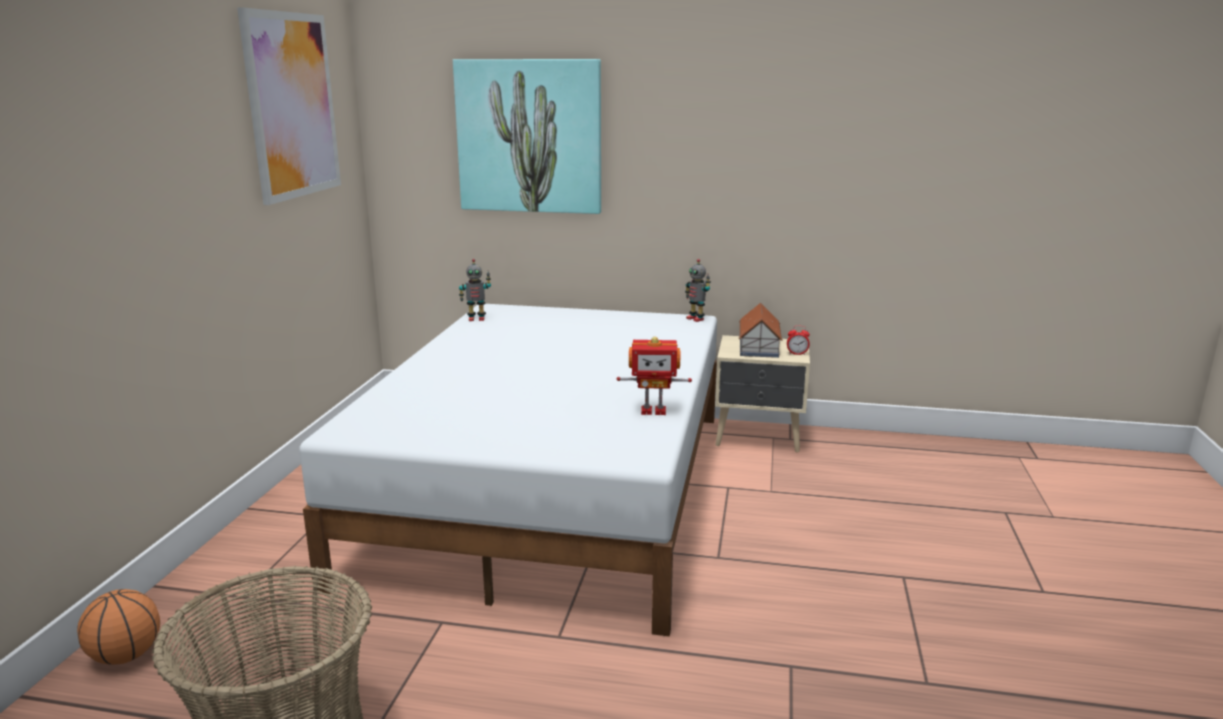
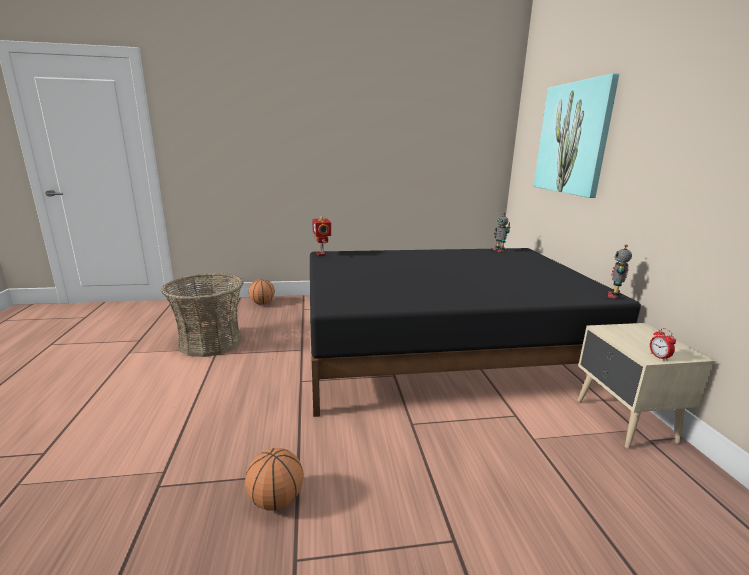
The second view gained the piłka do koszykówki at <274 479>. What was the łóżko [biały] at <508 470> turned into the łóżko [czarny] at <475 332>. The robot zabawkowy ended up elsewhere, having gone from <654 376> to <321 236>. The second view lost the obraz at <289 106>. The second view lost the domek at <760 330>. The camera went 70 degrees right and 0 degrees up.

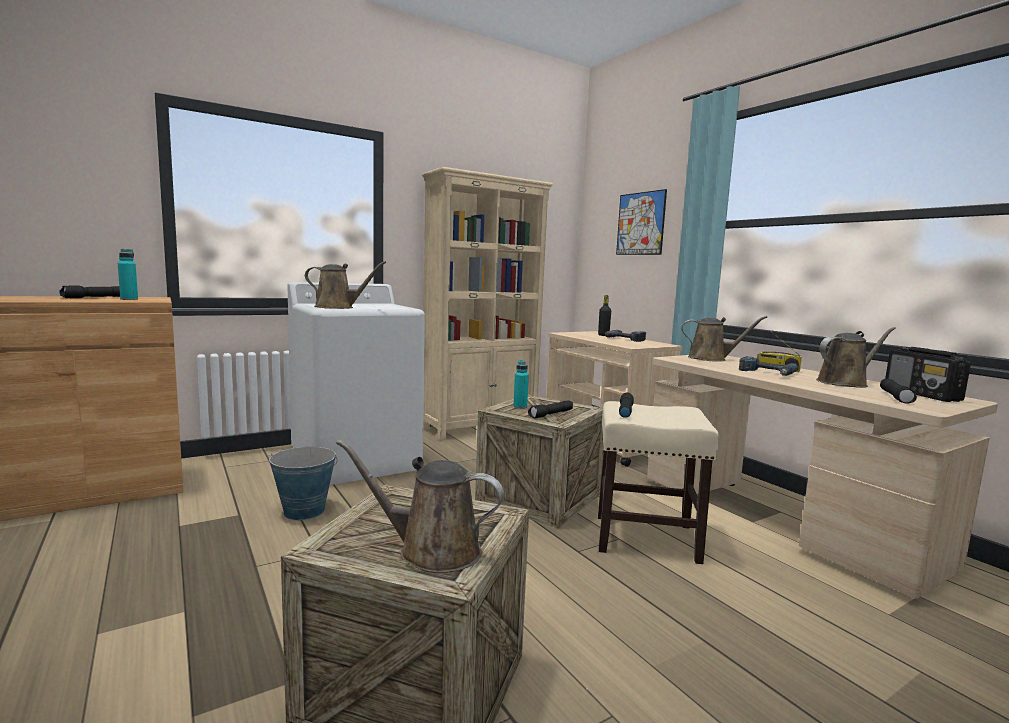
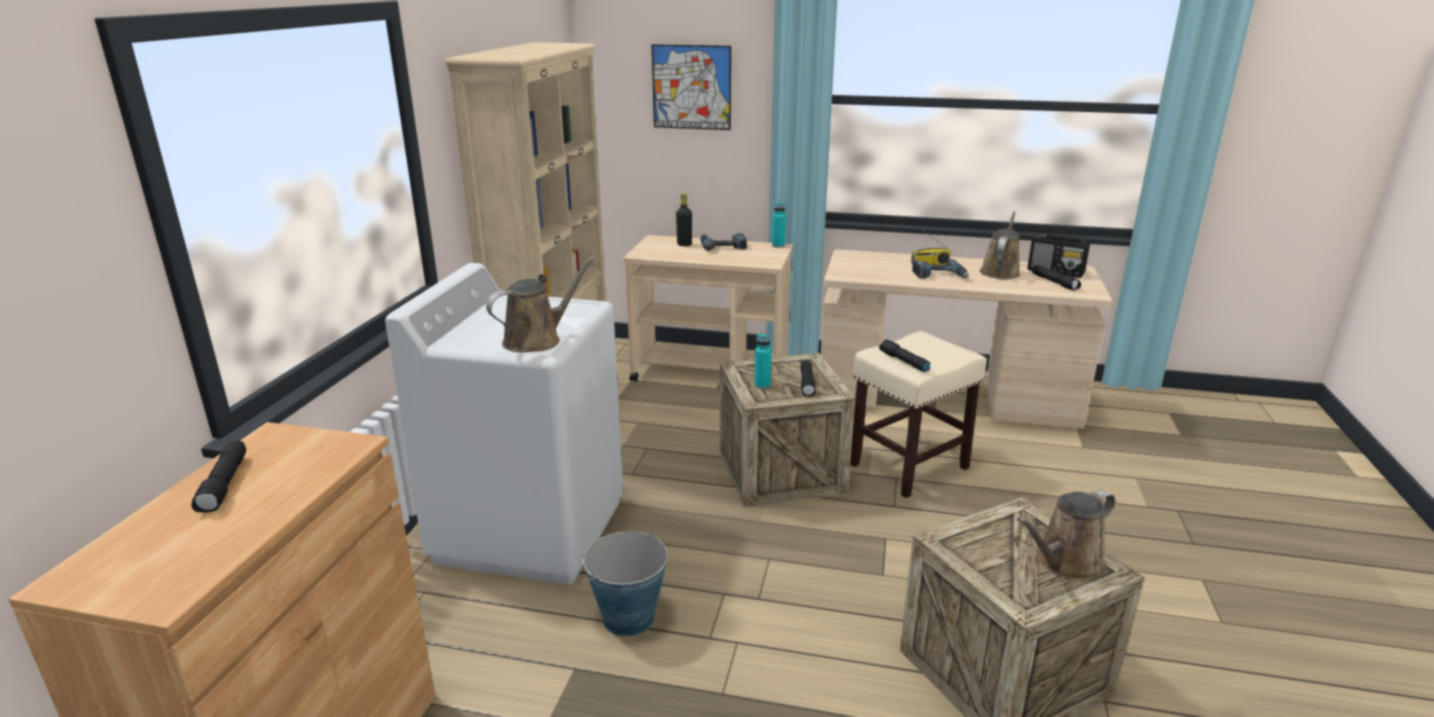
The butelka [turkusowy] ended up elsewhere, having gone from <128 274> to <779 225>. The second view lost the konewka [brązowy] at <724 339>. The camera went 45 degrees left and 15 degrees up.

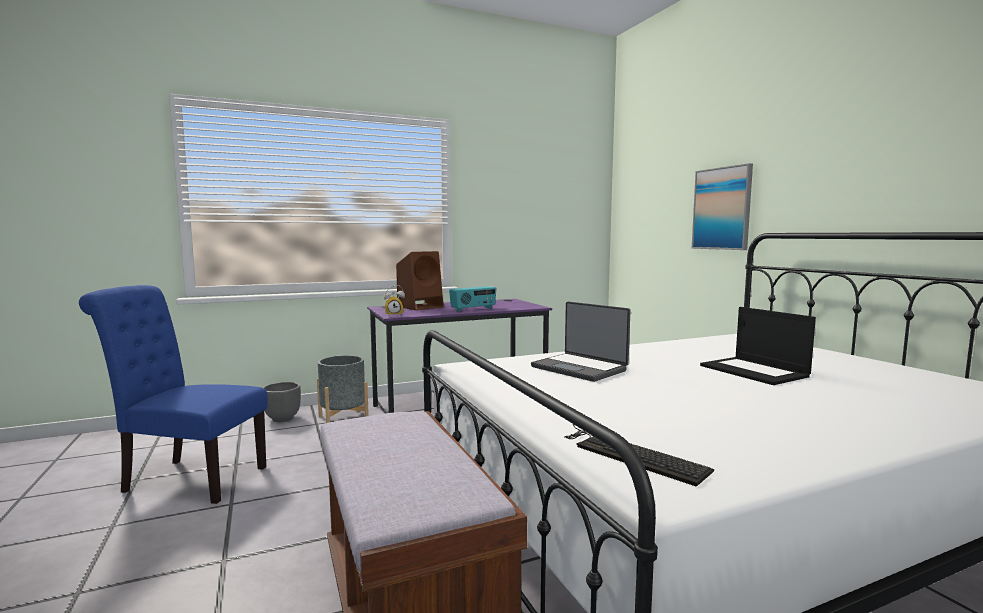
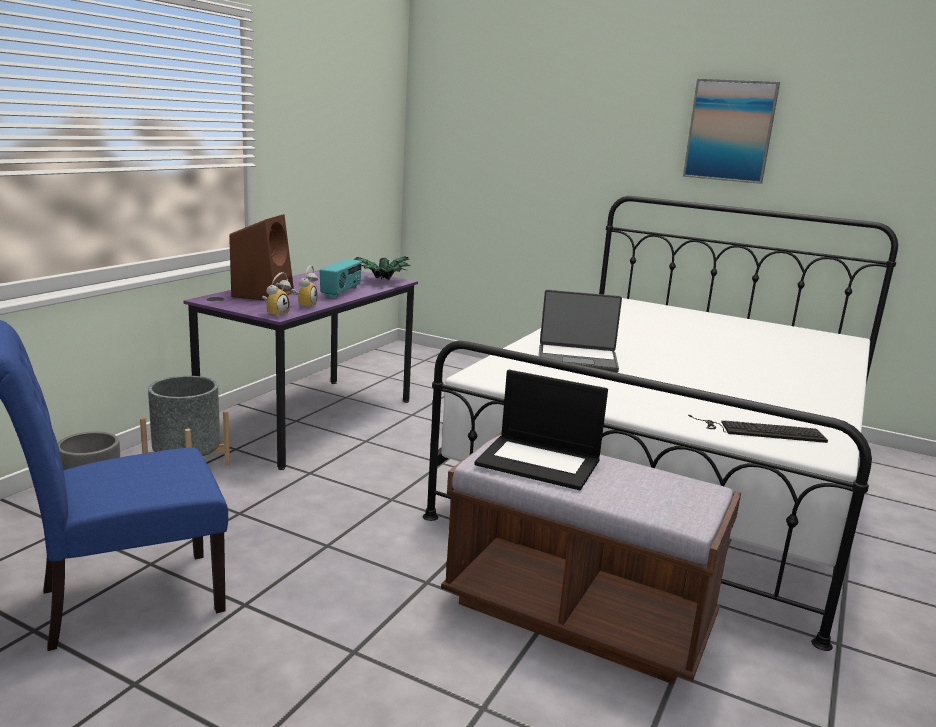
The second view gained the budzik at <304 287>. The second view gained the roślina doniczkowa at <381 268>. The laptop ended up elsewhere, having gone from <758 346> to <541 430>. The obraz ended up elsewhere, having gone from <722 206> to <731 131>. The camera went 40 degrees left and 10 degrees up.

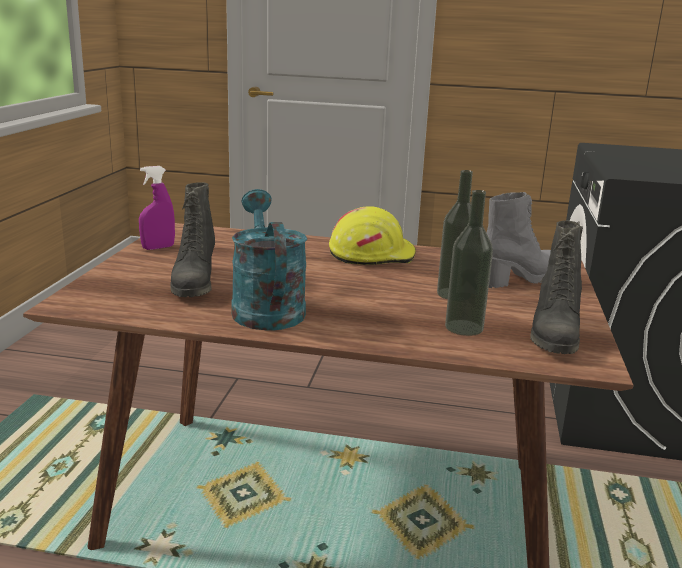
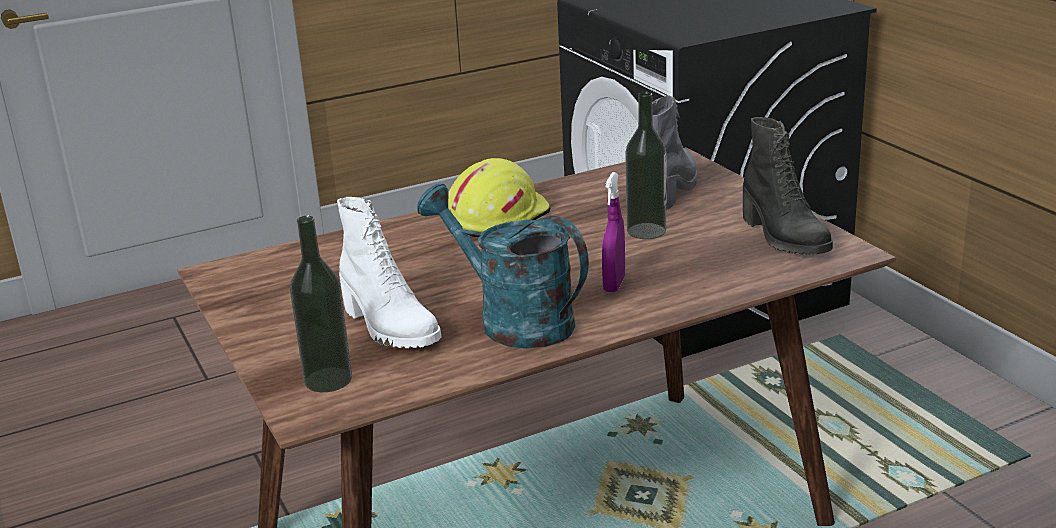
The butelka ended up elsewhere, having gone from <469 263> to <321 304>. What was the but z cholewką [czarny] at <192 239> turned into the but z cholewką [biały] at <389 272>. The spryskiwacz [fioletowy] ended up elsewhere, having gone from <157 208> to <613 232>. The camera went 35 degrees left and 5 degrees up.

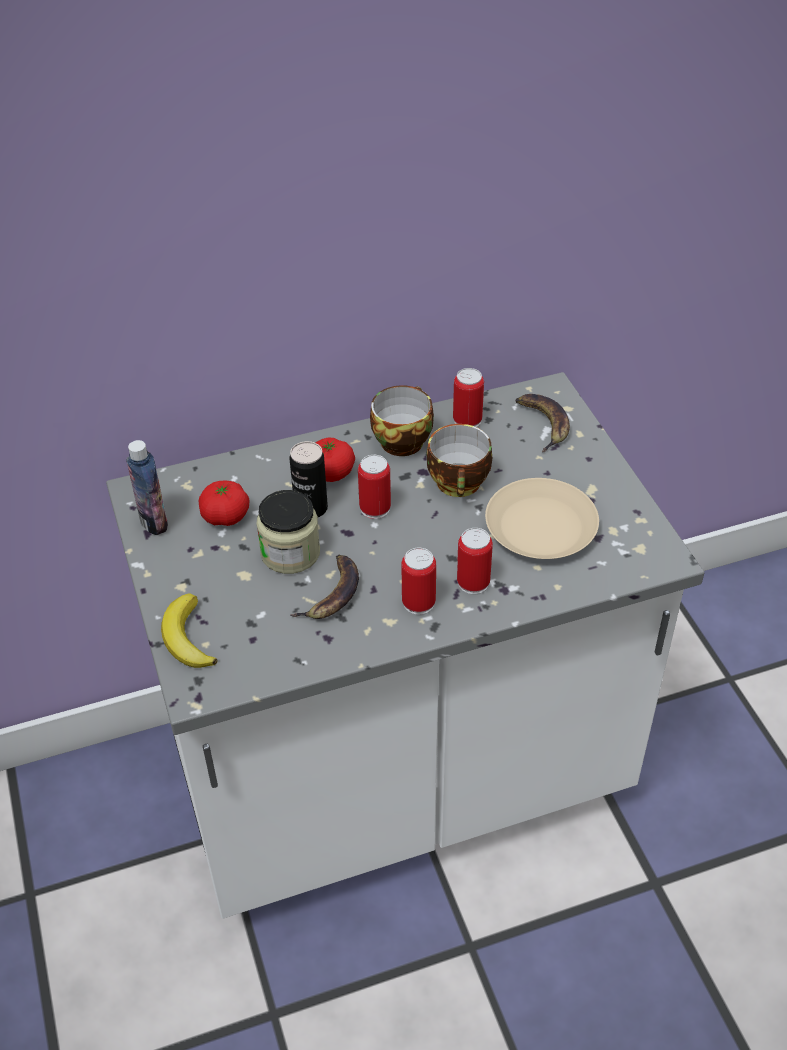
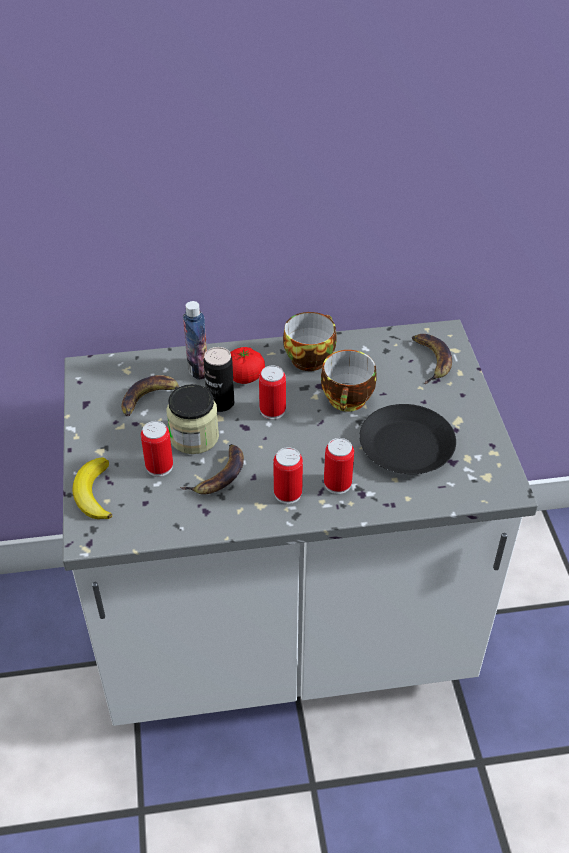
Where the pomidor stood at <224 503>, the banan came to stand at <150 395>. The puszka ended up elsewhere, having gone from <468 397> to <157 449>. The butelka ended up elsewhere, having gone from <147 487> to <195 340>. What was the talerz [beżowy] at <542 518> turned into the talerz [czarny] at <407 439>. The camera went 10 degrees right and 0 degrees up.

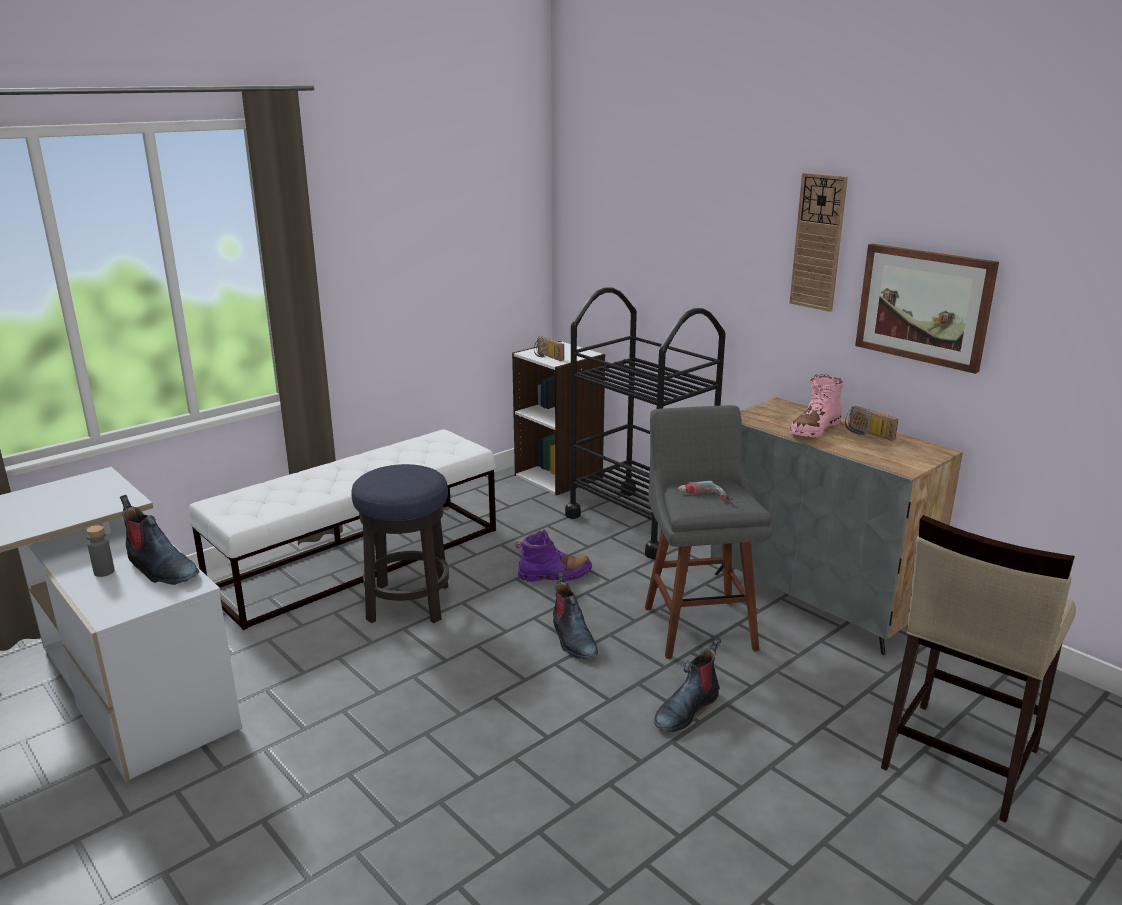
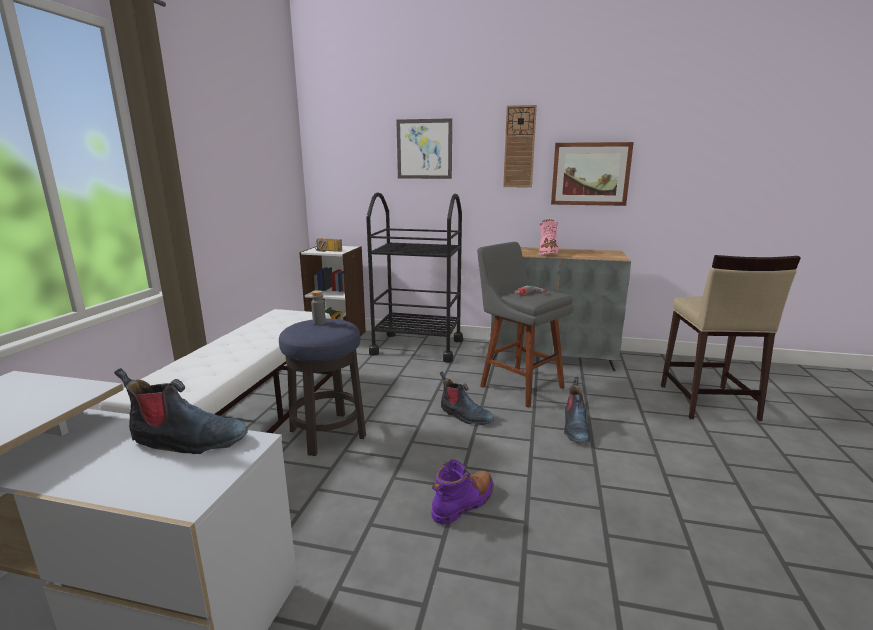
The butelka [szary] ended up elsewhere, having gone from <100 551> to <318 307>. The second view gained the obraz at <424 148>. The but z cholewką [fioletowy] ended up elsewhere, having gone from <553 555> to <462 492>. The second view lost the radio at <871 423>. The camera went 35 degrees left and 5 degrees down.

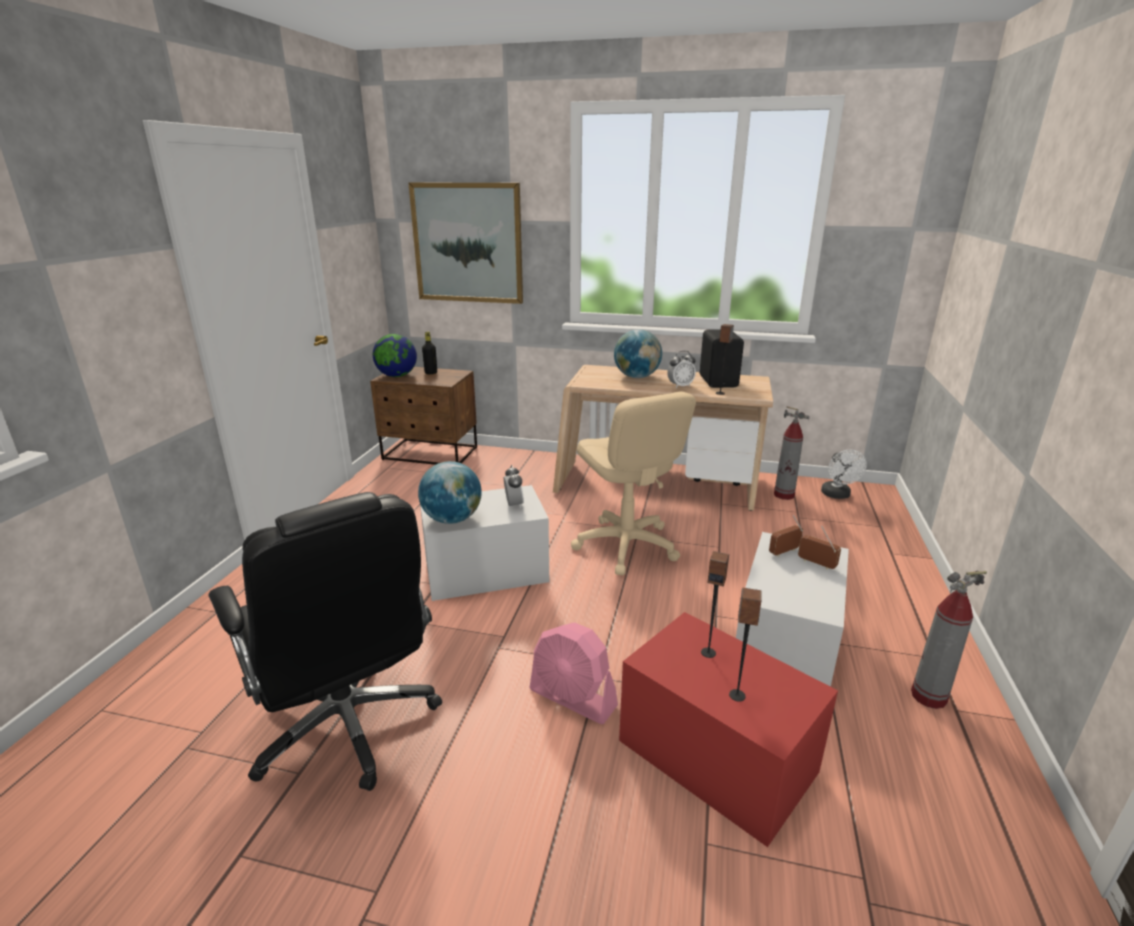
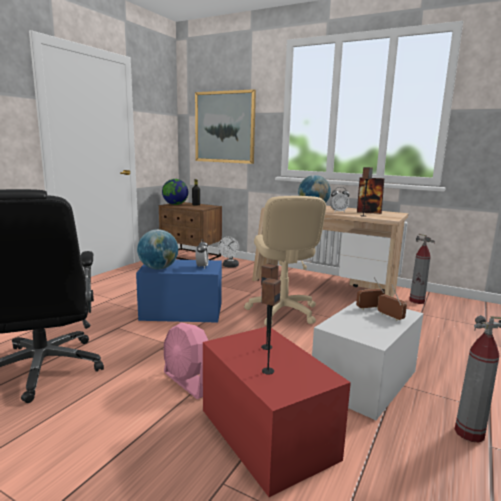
What was the pojemnik do przechowywania [biały] at <484 543> turned into the pojemnik do przechowywania [niebieski] at <179 291>. The wentylator [biały] ended up elsewhere, having gone from <844 474> to <228 252>. Where the głośnik [czarny] stood at <722 358>, the ramka na zdjęcie came to stand at <370 196>. The camera went 15 degrees right and 10 degrees down.

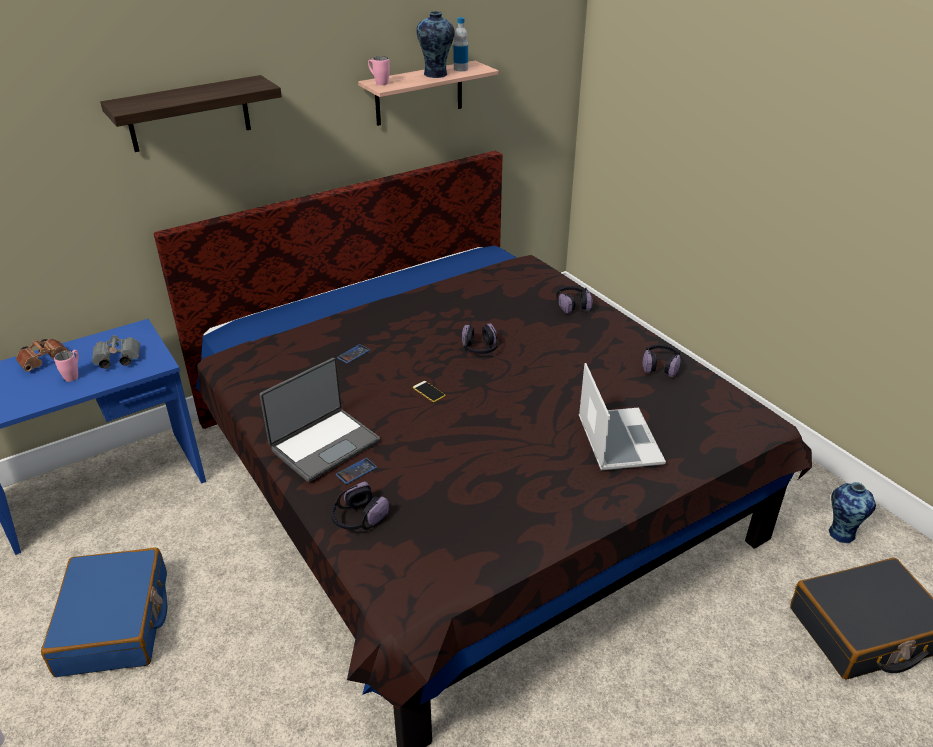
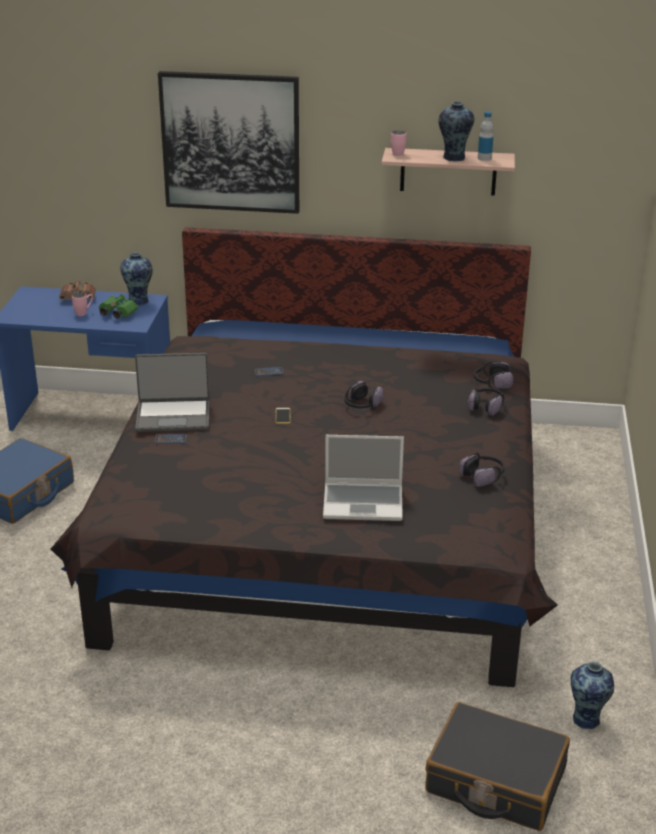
What was the lornetka [szary] at <116 352> turned into the lornetka [zielony] at <118 306>. The second view gained the wazon at <136 279>. Where the półka hung at <191 113>, the obraz came to hang at <228 142>. The laptop at <622 416> ended up facing another way, 60 degrees clockwise from before. The słuchawki ended up elsewhere, having gone from <360 505> to <493 375>. The camera went 40 degrees right and 5 degrees down.

